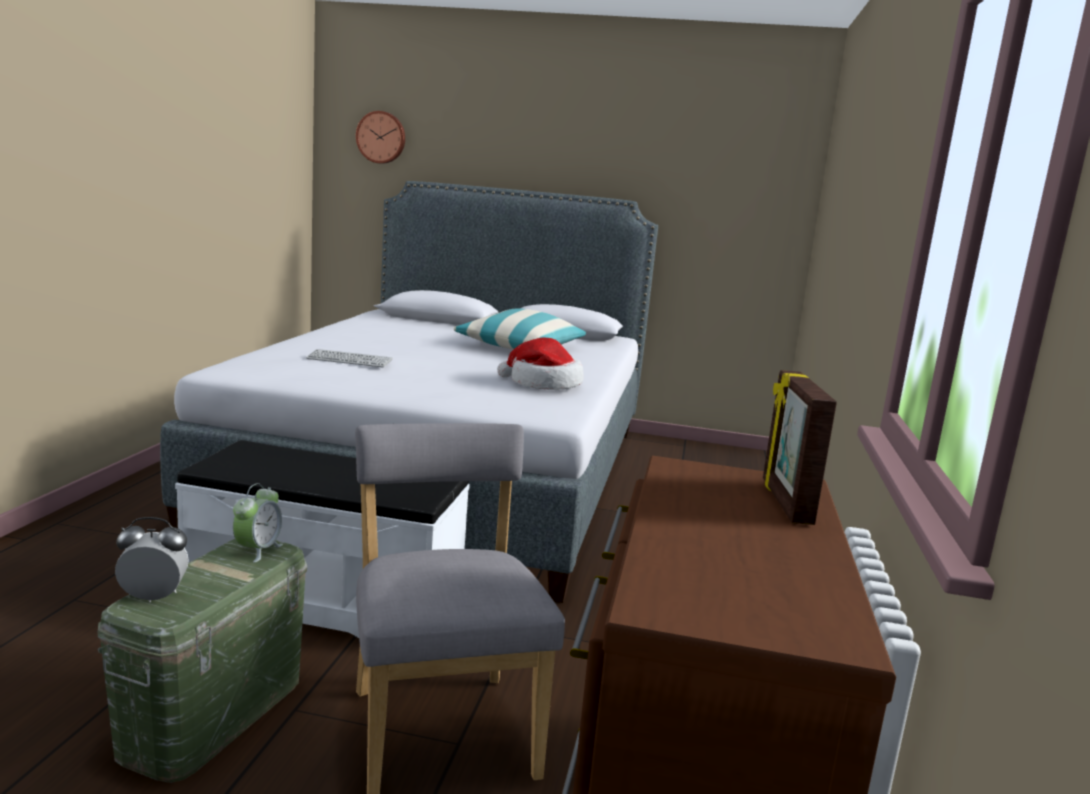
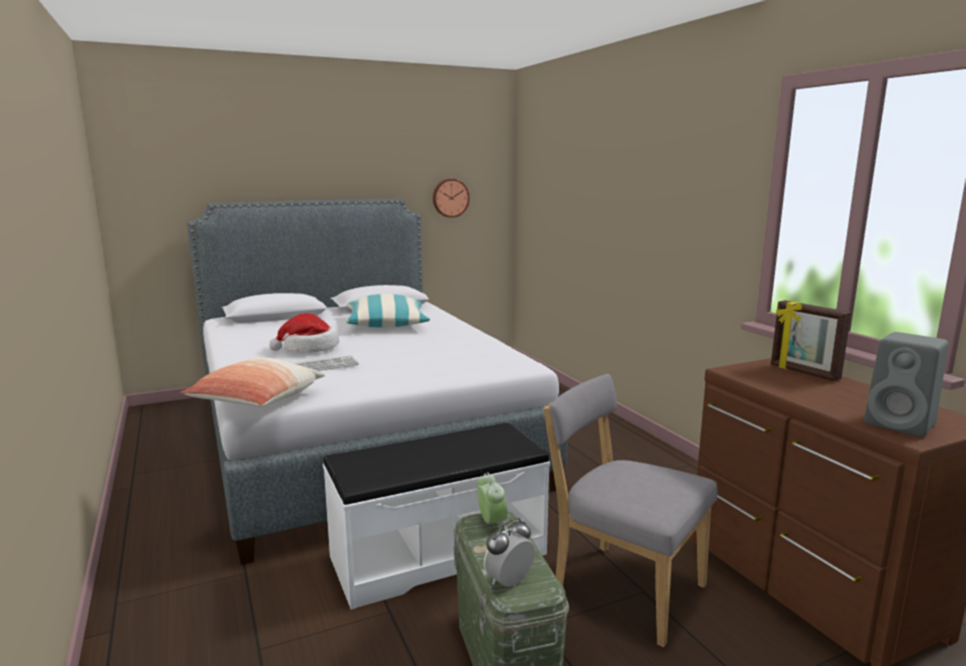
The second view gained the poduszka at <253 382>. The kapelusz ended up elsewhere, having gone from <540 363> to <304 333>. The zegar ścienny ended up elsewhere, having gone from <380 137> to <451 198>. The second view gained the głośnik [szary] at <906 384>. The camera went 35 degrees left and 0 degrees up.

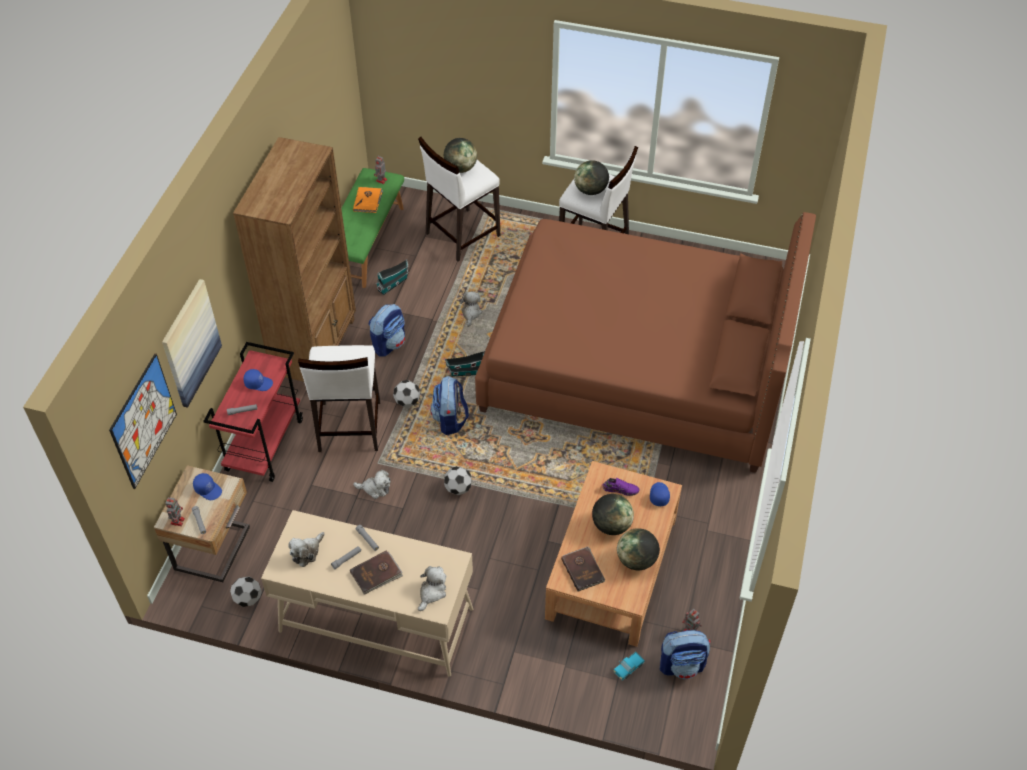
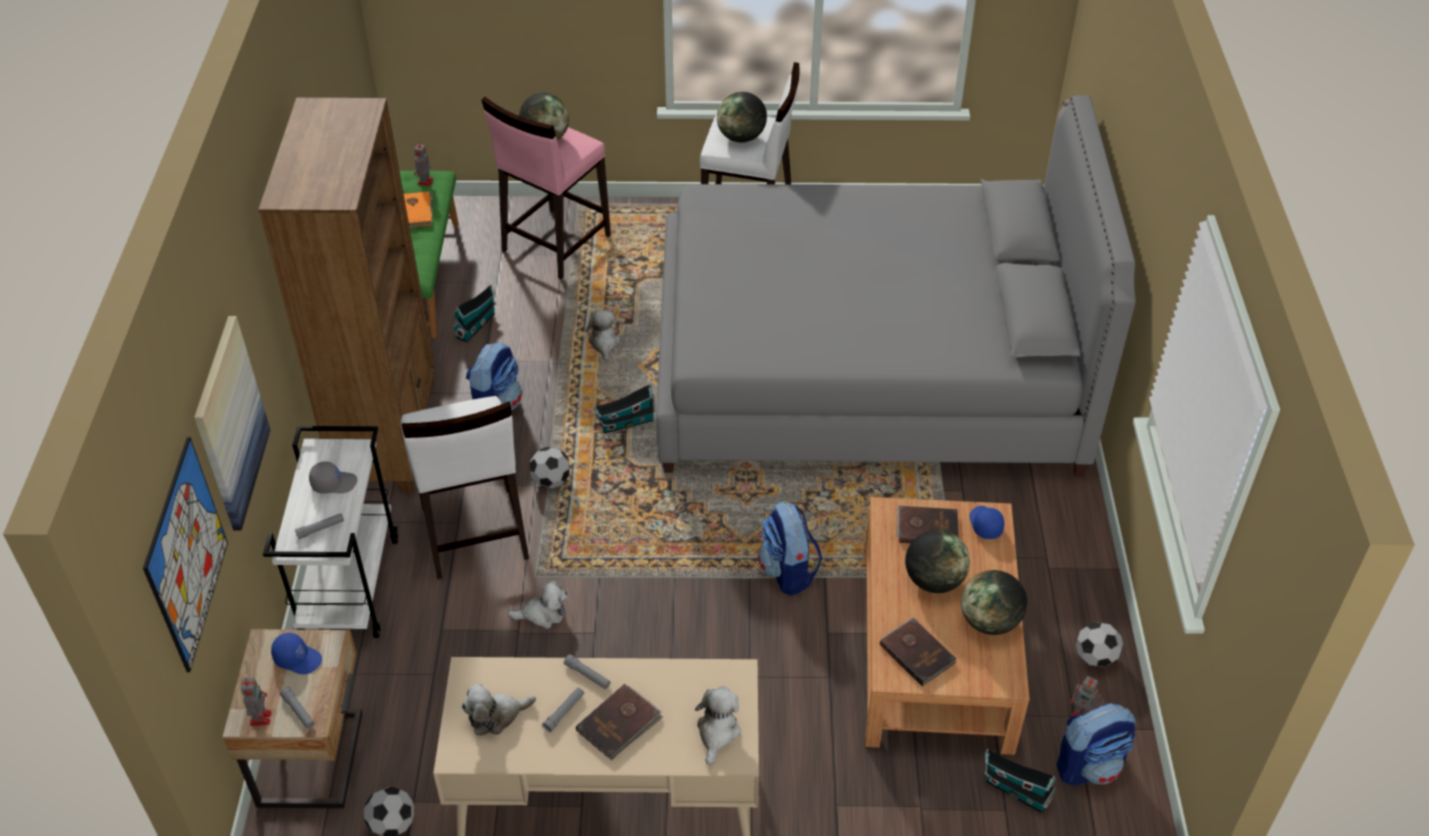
What was the wózek [czerwony] at <253 412> turned into the wózek [biały] at <330 532>. What was the czapka z daszkiem [niebieski] at <258 380> turned into the czapka z daszkiem [szary] at <333 478>. The pluszak at <306 549> ended up facing another way, 45 degrees clockwise from before. What was the stołek [biały] at <459 199> turned into the stołek [różowy] at <546 188>. What was the łóżko [brązowy] at <645 342> turned into the łóżko [szary] at <896 286>. The plecak ended up elsewhere, having gone from <449 405> to <790 548>. Where the but [fioletowy] stood at <621 487>, the książka [brązowy] came to stand at <928 524>. Where the ciężarówka zabawkowa stood at <629 666>, the domek came to stand at <1020 780>. The piłka futbolowa ended up elsewhere, having gone from <457 480> to <1099 644>. The camera went 15 degrees left and 5 degrees down.

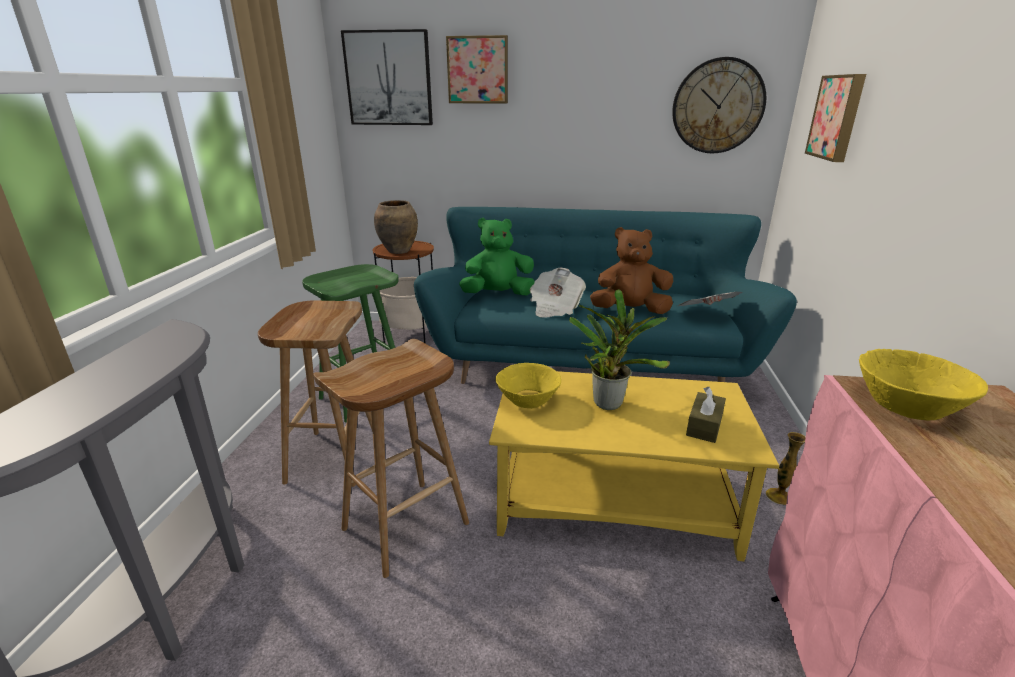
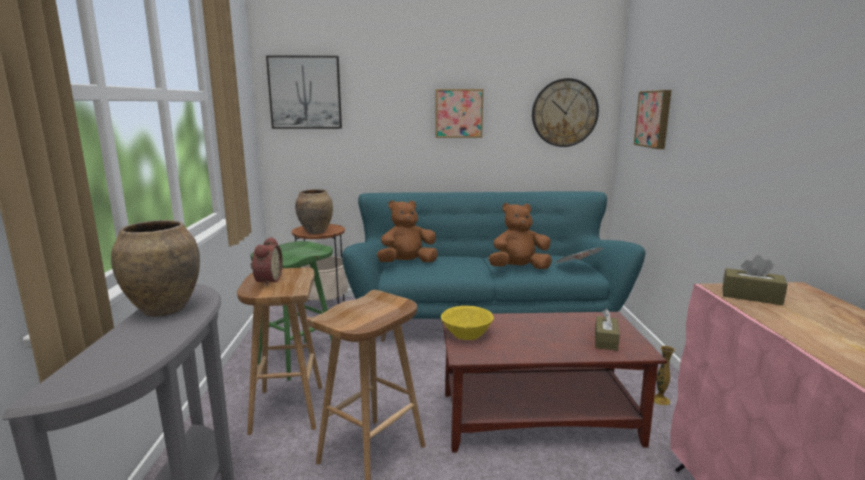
The second view gained the wazon [brązowy] at <155 268>. The second view gained the budzik at <266 261>. What was the pluszak [zielony] at <497 256> turned into the pluszak [brązowy] at <407 231>. The obraz ended up elsewhere, having gone from <477 69> to <459 113>. What was the ława [żółty] at <634 466> turned into the ława [brązowy] at <554 382>. Where the miska [żółty] stood at <923 384>, the pudełko chusteczek [brązowy] came to stand at <755 280>. The second view lost the gazeta at <558 293>. The second view lost the roślina doniczkowa at <619 349>. The camera went 10 degrees left and 10 degrees down.

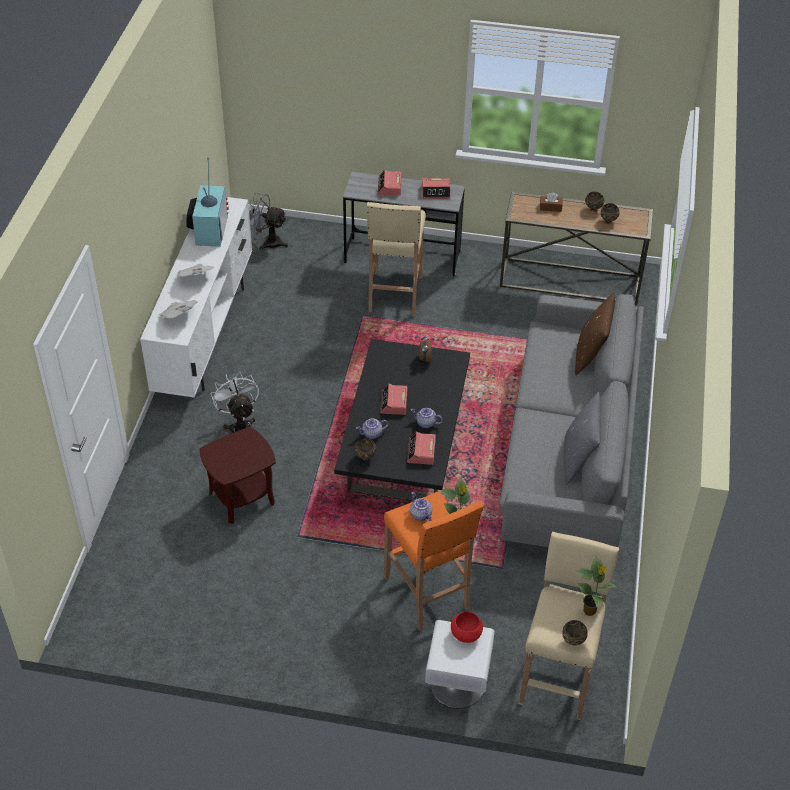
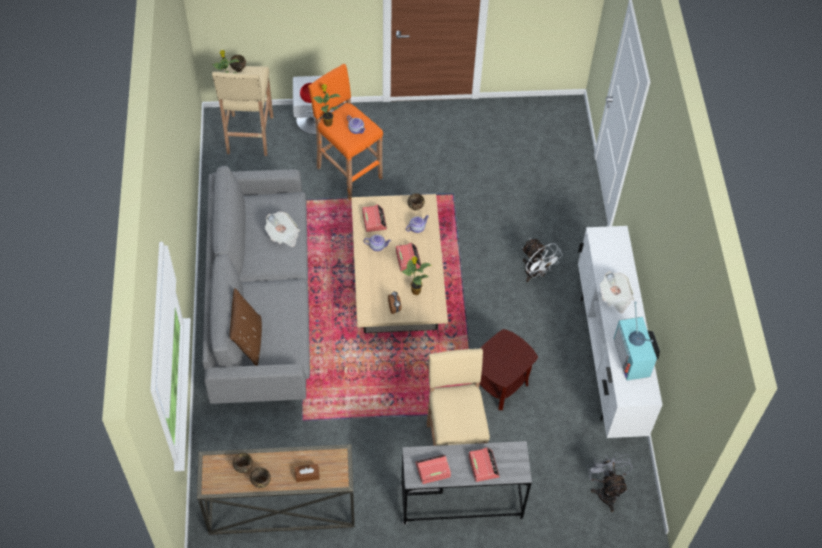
The gazeta ended up elsewhere, having gone from <178 309> to <282 229>. What was the ława [czarny] at <402 420> turned into the ława [beżowy] at <399 263>. The second view gained the roślina doniczkowa at <416 275>. The stolik [brązowy] ended up elsewhere, having gone from <237 475> to <505 369>. The wentylator [szary] at <268 222> ended up facing another way, 105 degrees counterclockwise from before. The second view lost the poduszka [szary] at <582 438>. The camera went 165 degrees right and 10 degrees up.

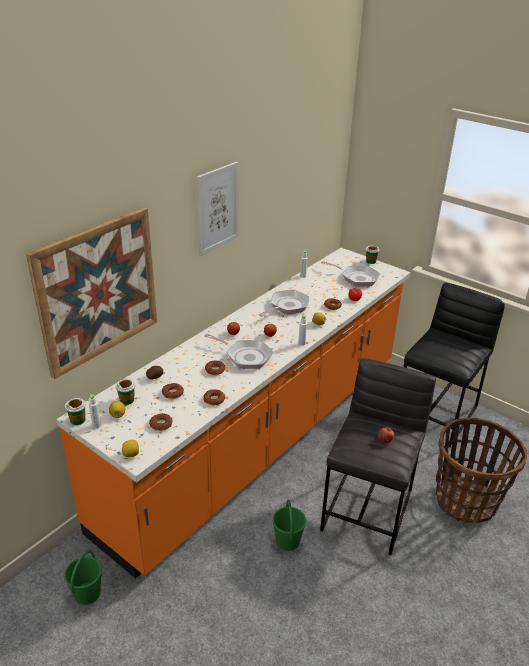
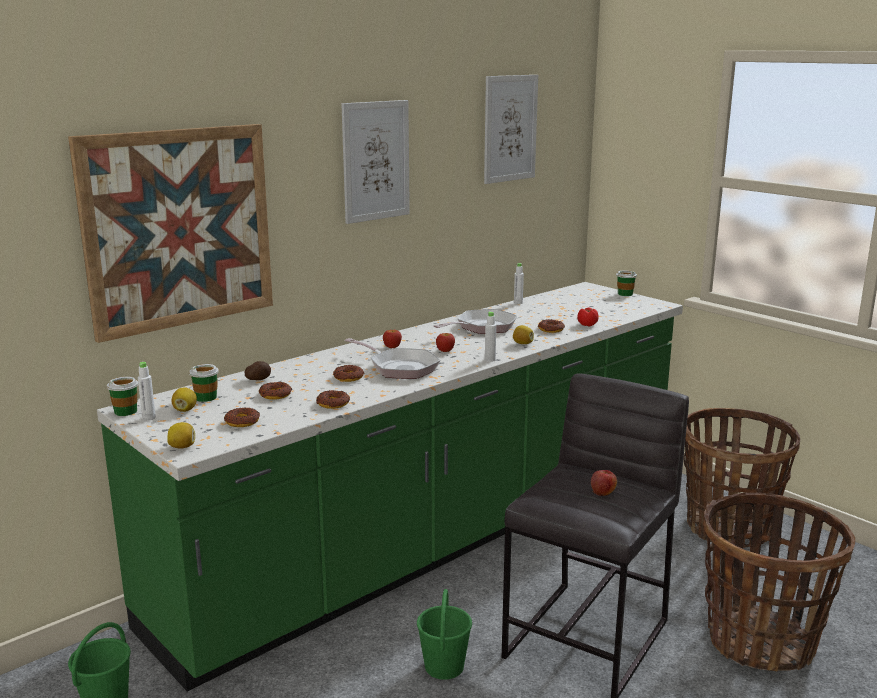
What was the zabudowa kuchenna [pomarańczowy] at <233 413> turned into the zabudowa kuchenna [zielony] at <390 486>. The second view gained the obraz at <511 129>. Where the stołek [czarny] stood at <454 365>, the koszyk came to stand at <742 478>. The second view lost the patelnia at <350 273>. The camera went 10 degrees right and 15 degrees down.

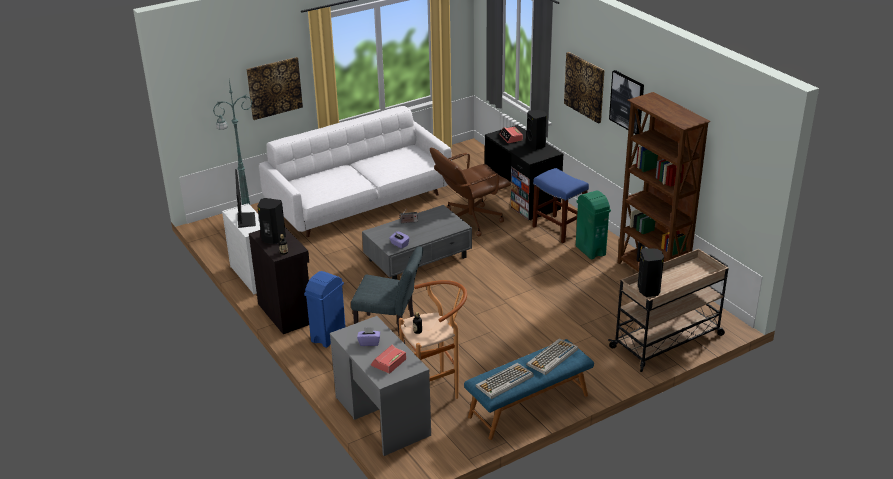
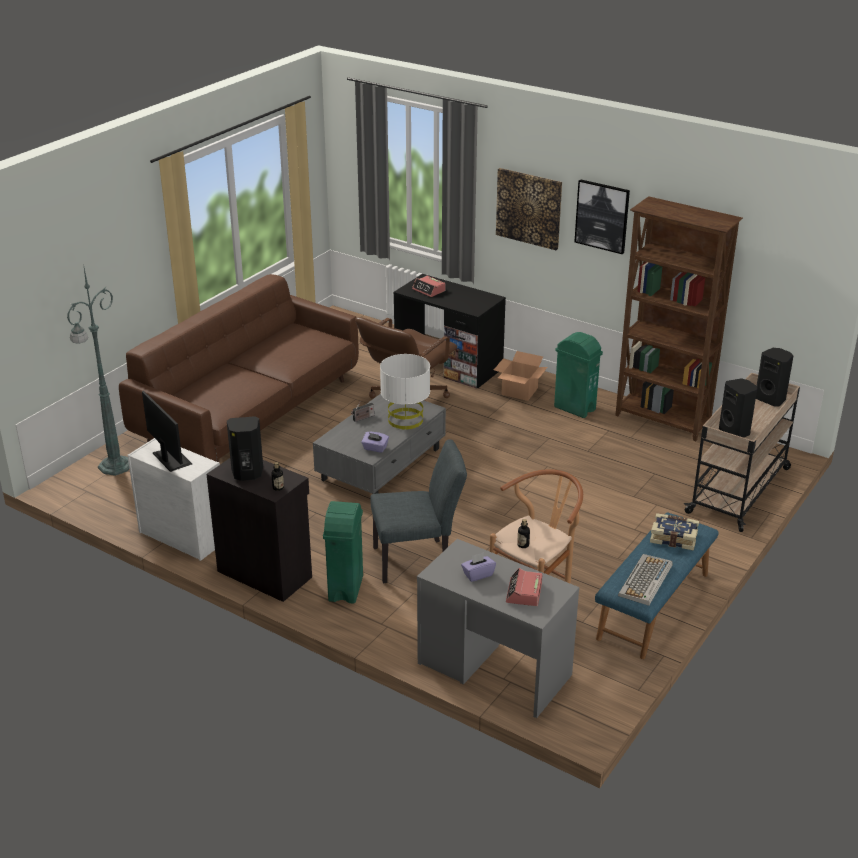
What was the kanapa [biały] at <355 171> turned into the kanapa [brązowy] at <239 368>. What was the kosz na śmieci [niebieski] at <325 309> turned into the kosz na śmieci [zielony] at <343 552>. The second view gained the lampa stołowa [biały] at <405 391>. Where the stołek [niebieski] stood at <560 205>, the karton came to stand at <521 376>. Where the klawiatura stood at <552 356>, the książka came to stand at <674 532>. The głośnik [czarny] ended up elsewhere, having gone from <537 130> to <775 377>. The second view lost the obraz at <275 88>. The camera went 25 degrees left and 0 degrees up.

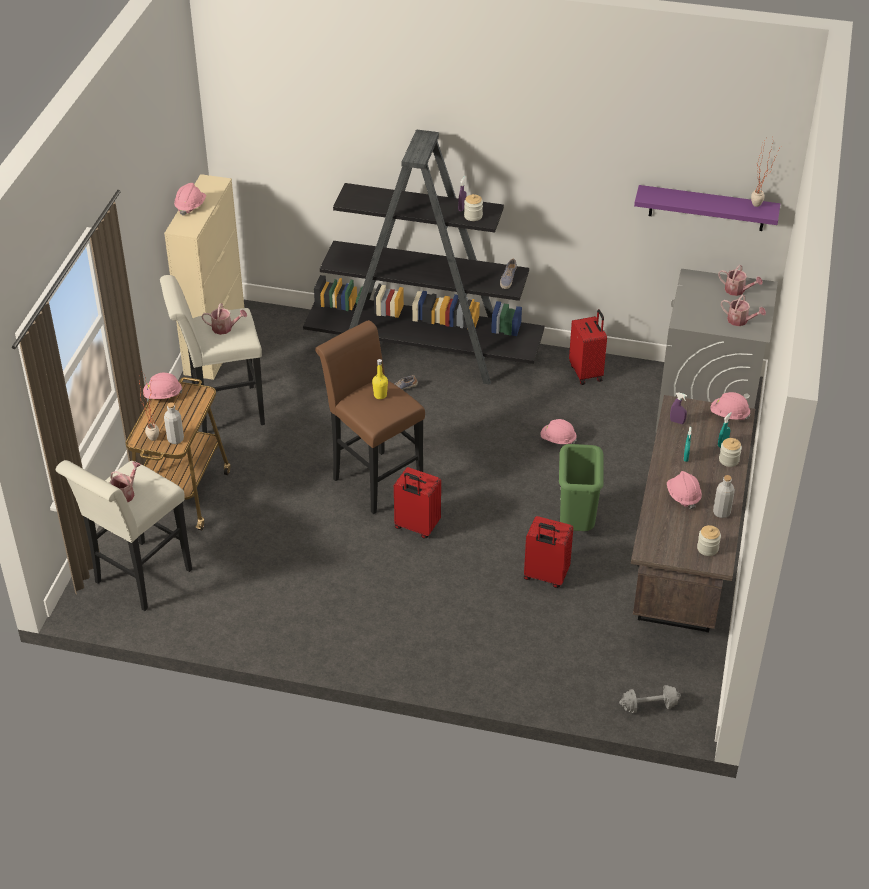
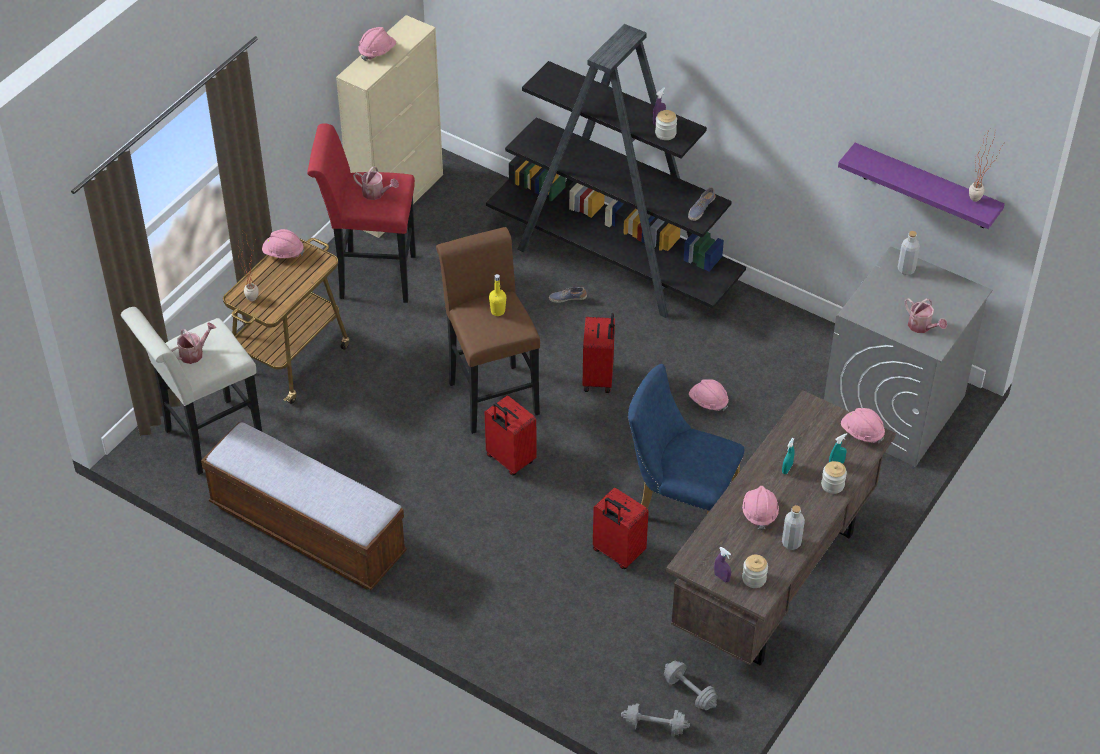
The second view gained the ławka at <304 506>. What was the stołek [biały] at <212 354> turned into the stołek [czerwony] at <361 213>. The walizka [czerwony] ended up elsewhere, having gone from <588 347> to <599 353>. Where the kosz na śmieci [zielony] stood at <581 487>, the krzesło [niebieski] came to stand at <686 439>. The second view gained the hantel [szary] at <691 685>. The spryskiwacz [fioletowy] ended up elsewhere, having gone from <678 408> to <722 564>. The butelka [szary] ended up elsewhere, having gone from <174 423> to <909 253>. The second view lost the konewka at <740 280>. The camera went 20 degrees right and 5 degrees up.

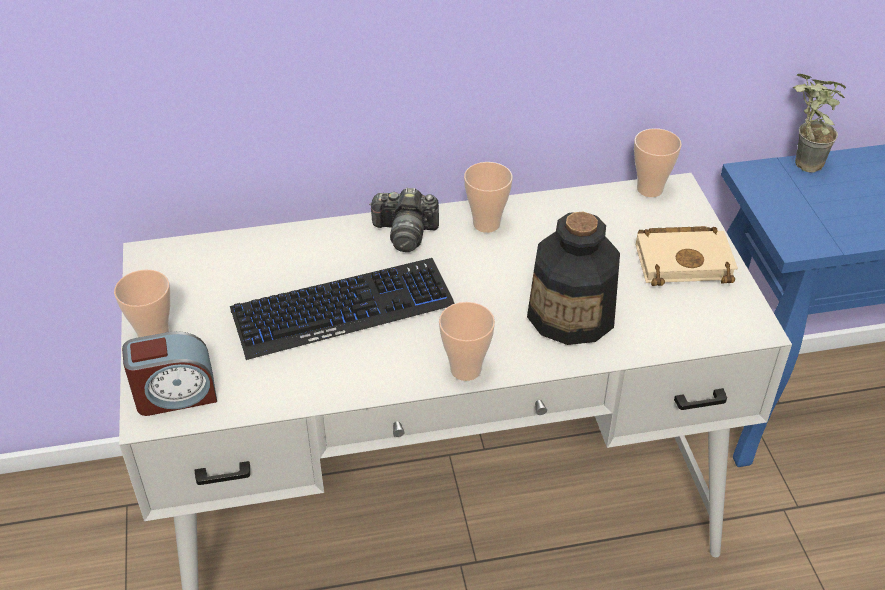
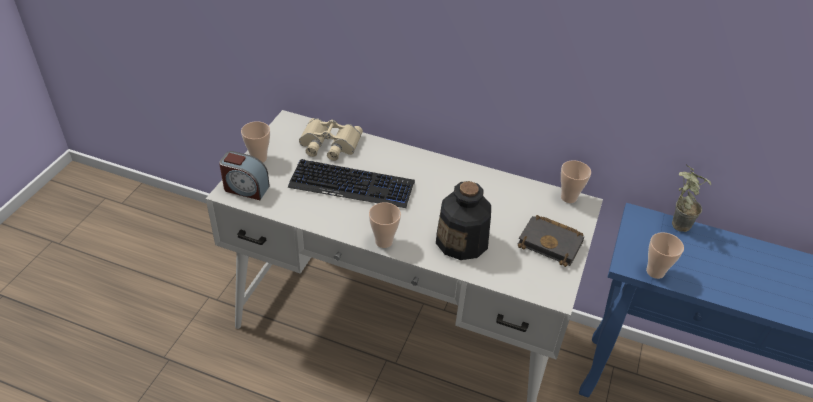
The second view gained the lornetka [beżowy] at <331 139>. What was the książka [beżowy] at <687 256> turned into the książka [czarny] at <551 241>. The filiżanka ended up elsewhere, having gone from <488 197> to <665 255>. The second view lost the aparat fotograficzny at <404 220>. The camera went 30 degrees right and 0 degrees up.

